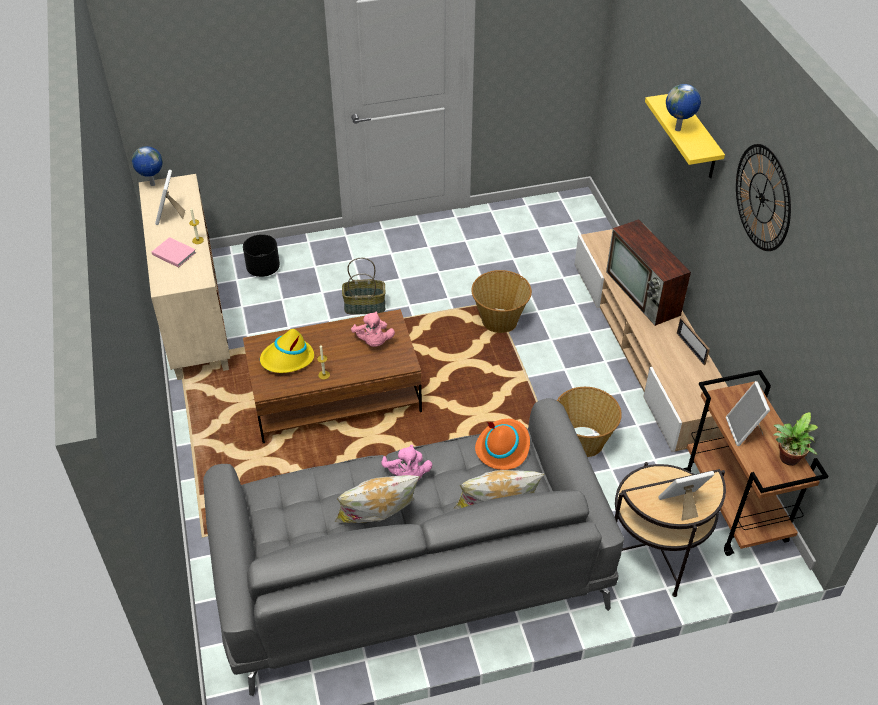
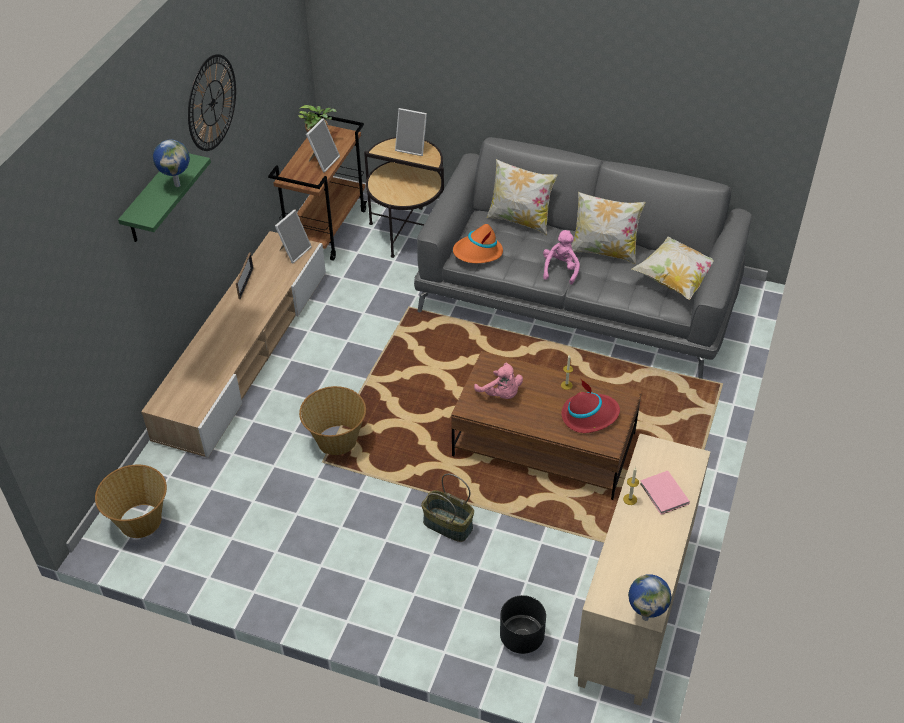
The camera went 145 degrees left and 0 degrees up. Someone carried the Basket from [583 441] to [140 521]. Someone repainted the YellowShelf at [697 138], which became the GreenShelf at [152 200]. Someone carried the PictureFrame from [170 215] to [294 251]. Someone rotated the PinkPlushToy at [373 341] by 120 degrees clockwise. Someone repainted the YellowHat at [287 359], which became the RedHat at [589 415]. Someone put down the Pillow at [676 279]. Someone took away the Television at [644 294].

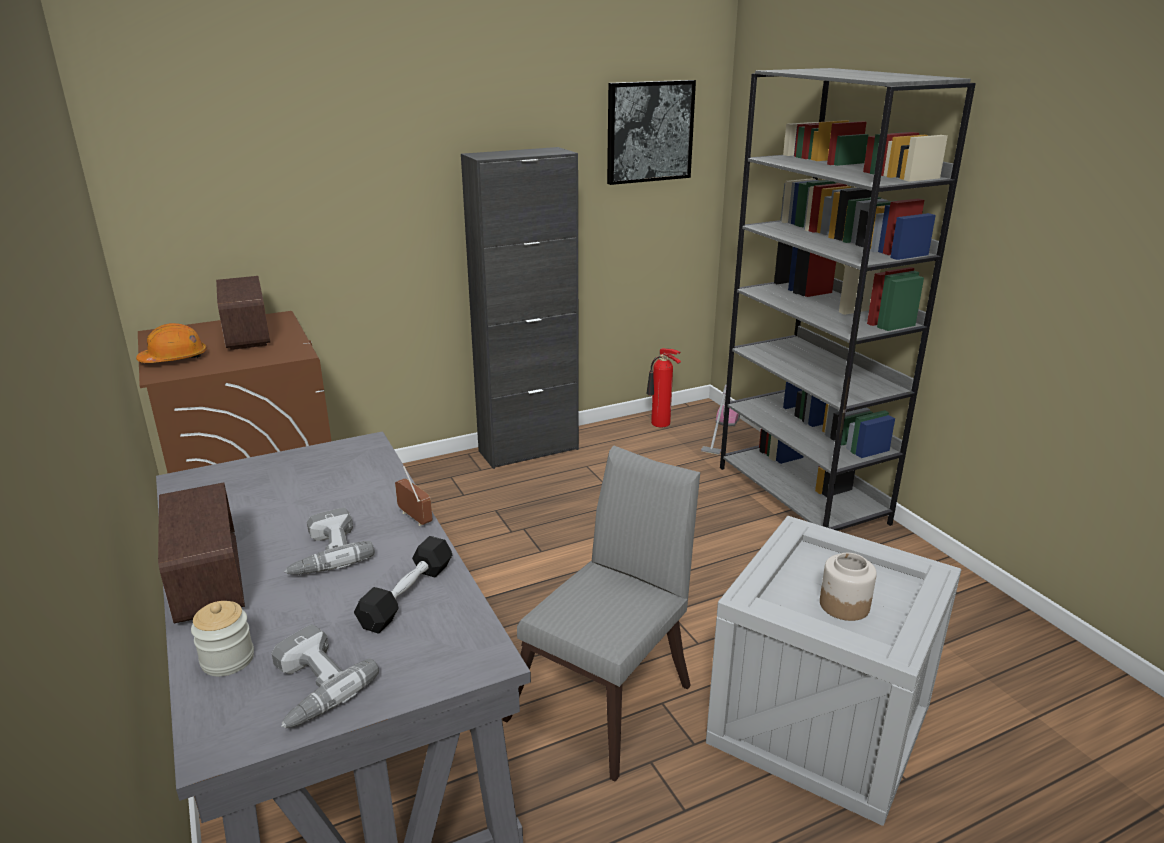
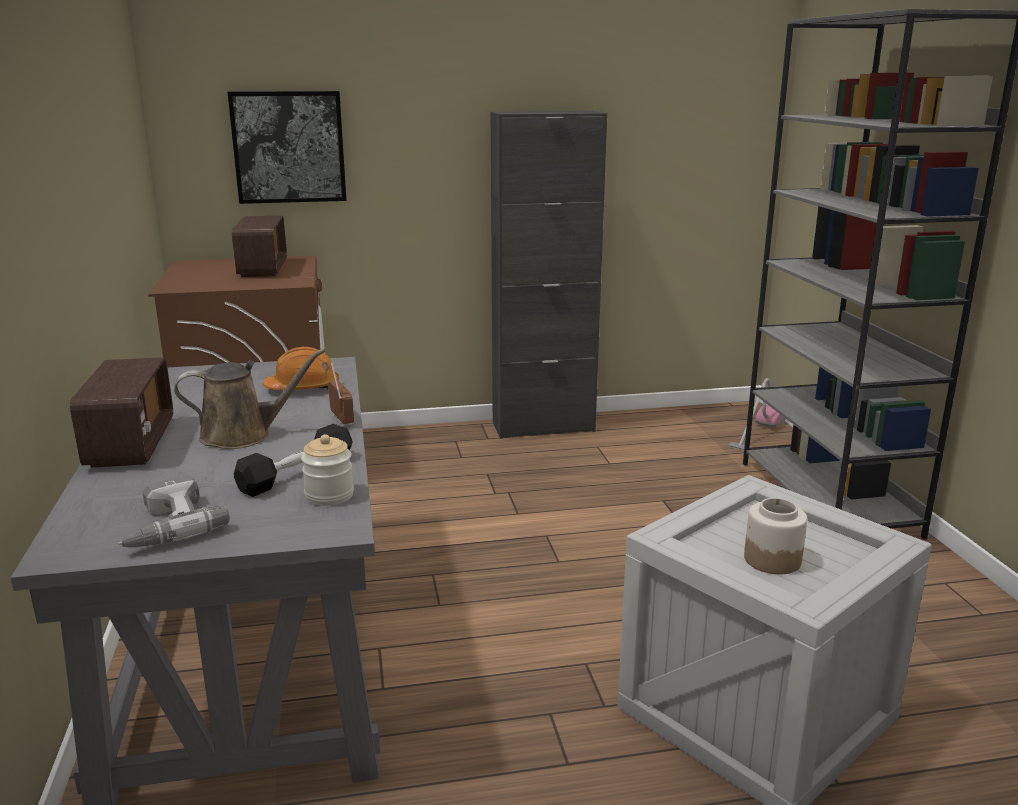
The camera went 15 degrees right and 5 degrees down. Someone swapped the PowerDrill at [324 553] for the BrownWateringCan at [243 435]. Someone carried the Picture from [649 131] to [289 147]. Someone carried the OrangeHardHat from [174 359] to [303 387]. Someone carried the Jar from [227 659] to [329 495]. Someone took away the GreyChair at [608 696]. Someone took away the FireExtinguisher at [660 424].

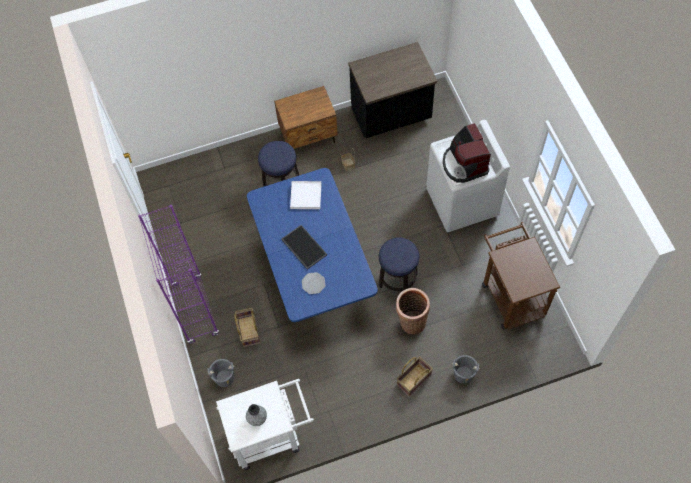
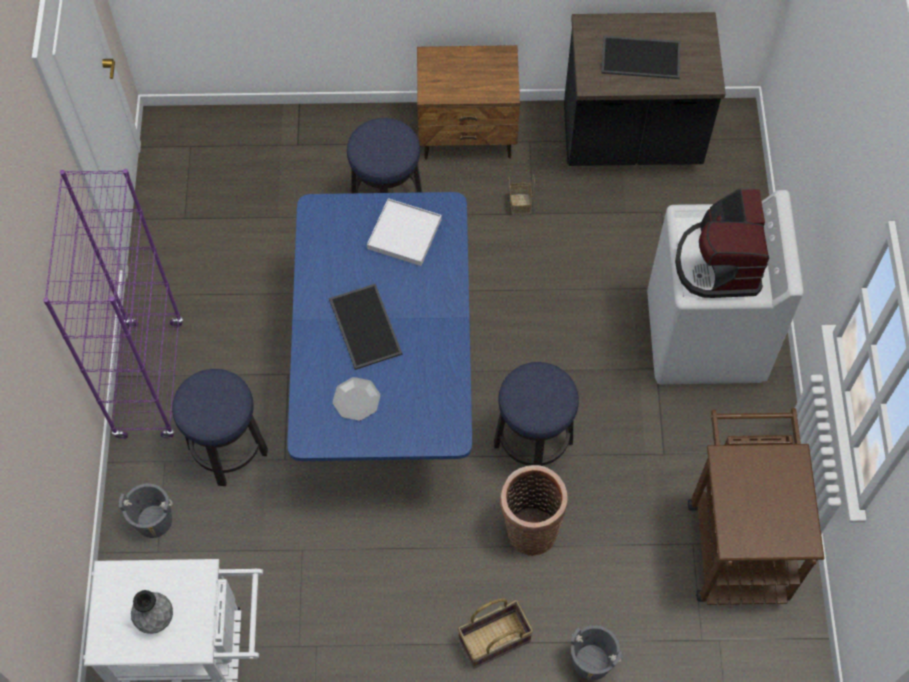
The camera went 15 degrees right and 0 degrees up. Someone swapped the Basket at [248 331] for the Stool at [228 449]. Someone put down the Tray at [641 57].

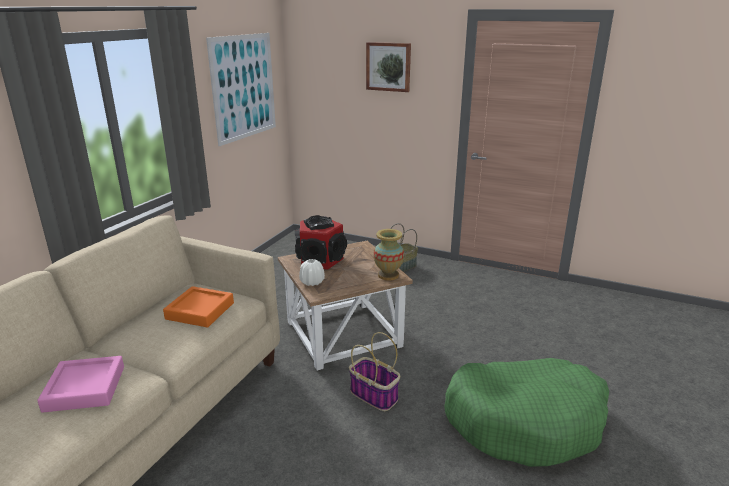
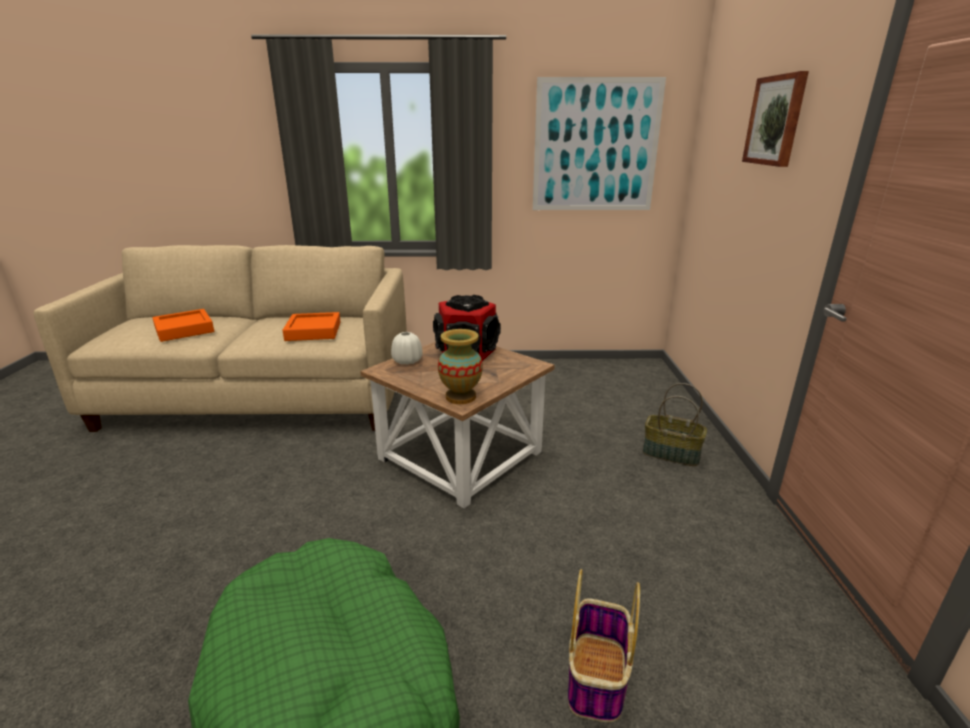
The camera went 65 degrees right and 0 degrees up. Someone repainted the PinkTray at [85 388], which became the OrangeTray at [184 330]. Someone carried the Basket from [375 395] to [597 678].

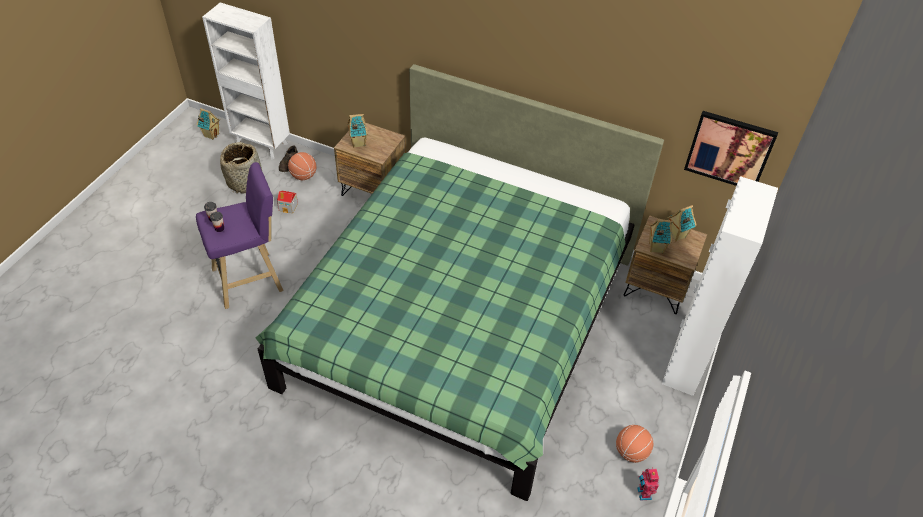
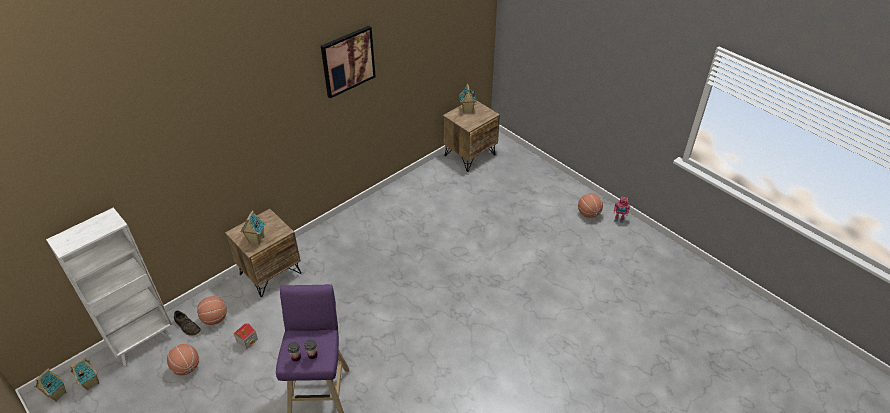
The camera went 65 degrees left and 5 degrees down. Someone carried the ToyHouse from [655 247] to [56 394]. Someone swapped the Basket at [245 182] for the Basketball at [186 367]. Someone carried the Picture from [729 150] to [348 61]. Someone took away the GreenBed at [460 321]. Someone took away the WhiteCabinet at [686 363].

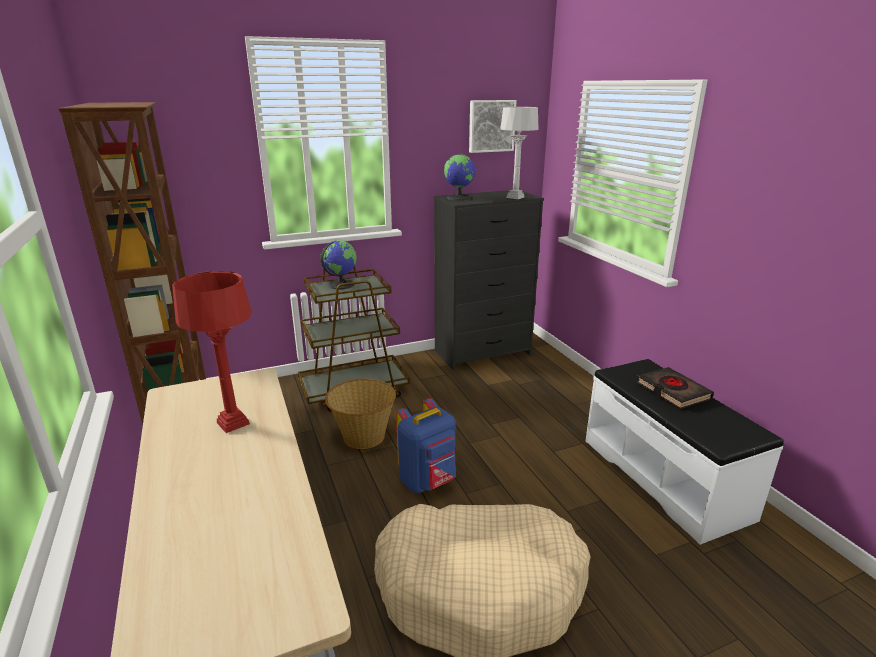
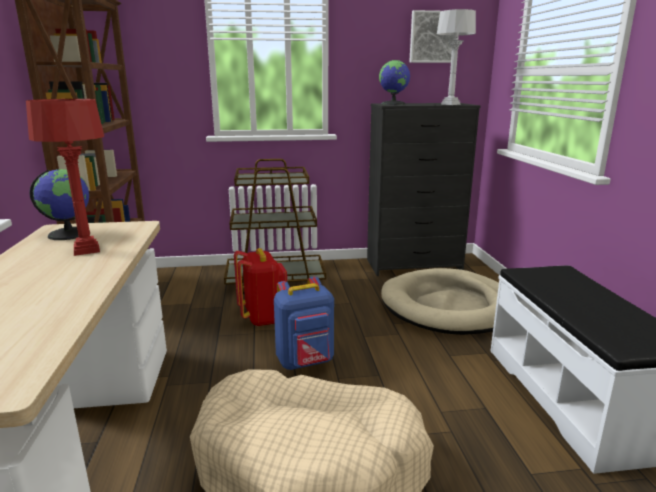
The camera went 15 degrees right and 5 degrees down. Someone carried the Globe from [341 284] to [69 234]. Someone swapped the Basket at [363 437] for the RedBackpack at [263 318]. Someone put down the BeigeDogBed at [450 307]. Someone took away the BlackBook at [672 391].

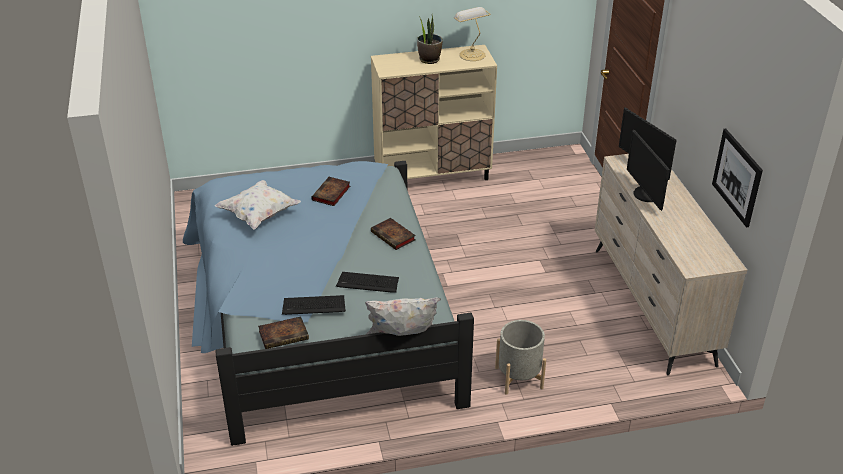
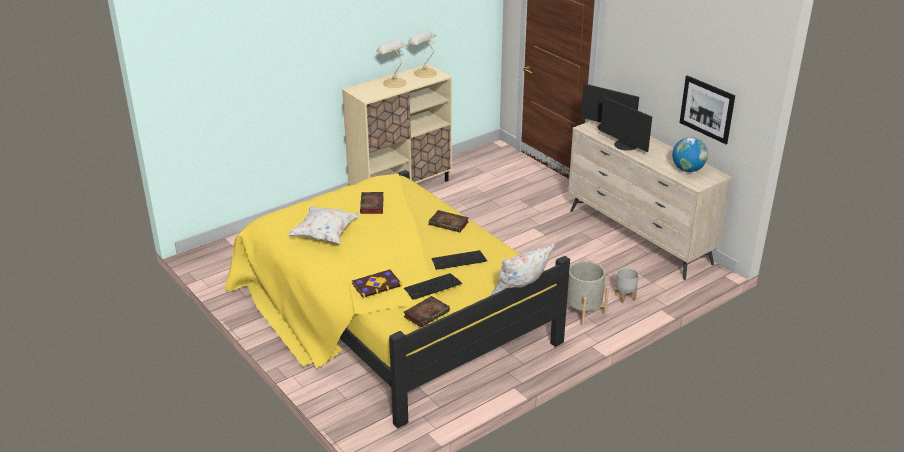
The camera went 25 degrees left and 5 degrees down. Someone repainted the BlueBed at [318 315], which became the YellowBed at [391 313]. Someone put down the Book at [376 284]. Someone swapped the PottedPlant at [429 59] for the TableLamp at [393 82]. Someone put down the GreyPlanter at [625 297]. Someone put down the Globe at [688 169].

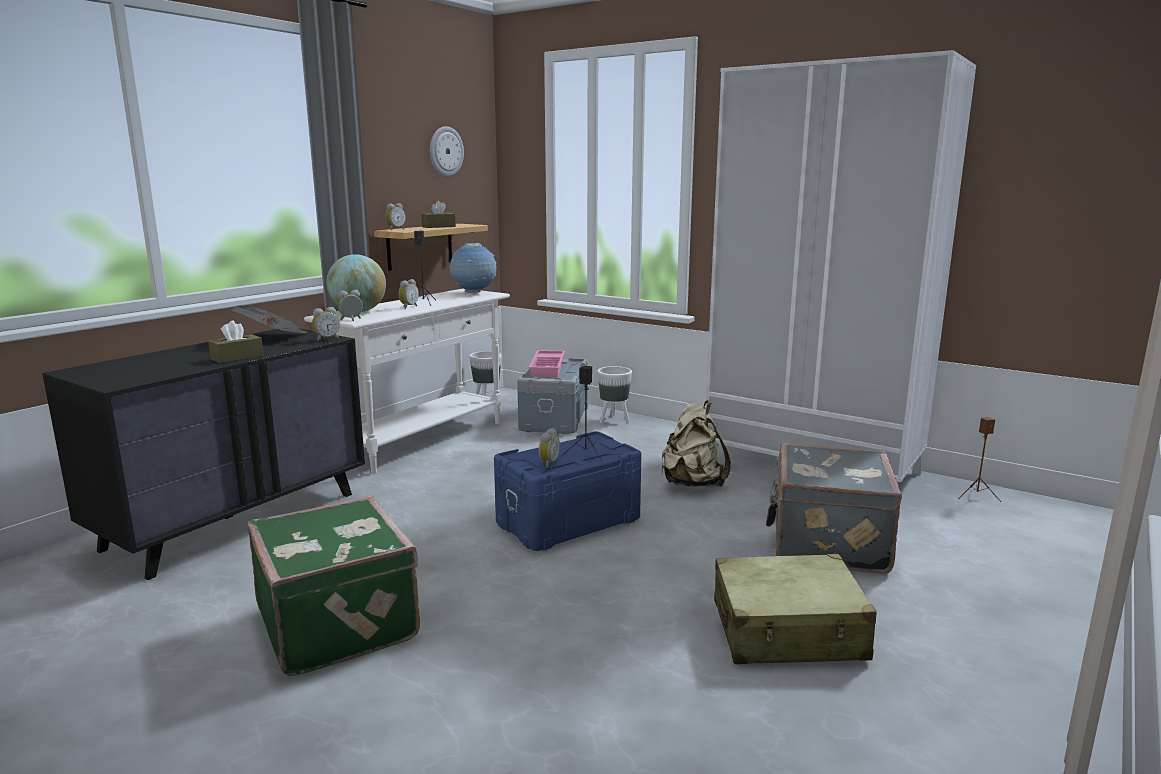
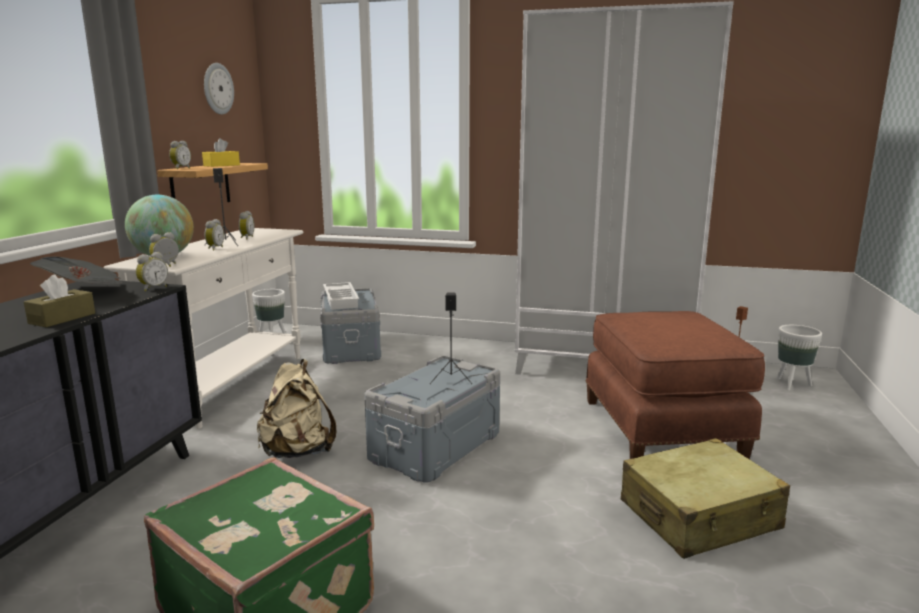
The camera went 20 degrees left and 0 degrees up. Someone repainted the BrownTissueBox at [438 227], which became the YellowTissueBox at [221 165]. Someone carried the AlarmClock from [547 463] to [246 238]. Someone carried the BeigeBackpack from [693 484] to [297 451]. Someone repainted the PinkTray at [548 368], which became the WhiteTray at [342 300]. Someone repainted the BlueStorageBox at [569 522], which became the GreyStorageBox at [437 447]. Someone swapped the GreySuitcase at [826 542] for the BrownOttoman at [663 428]. Someone carried the WhitePlanter from [614 420] to [792 384]. Someone took away the Globe at [474 293].

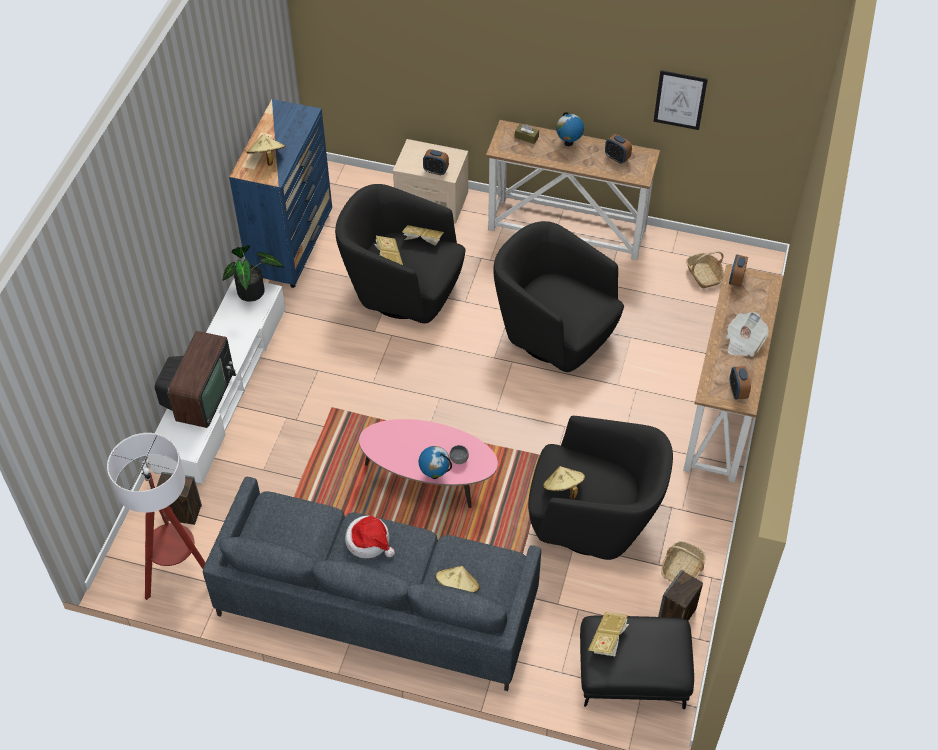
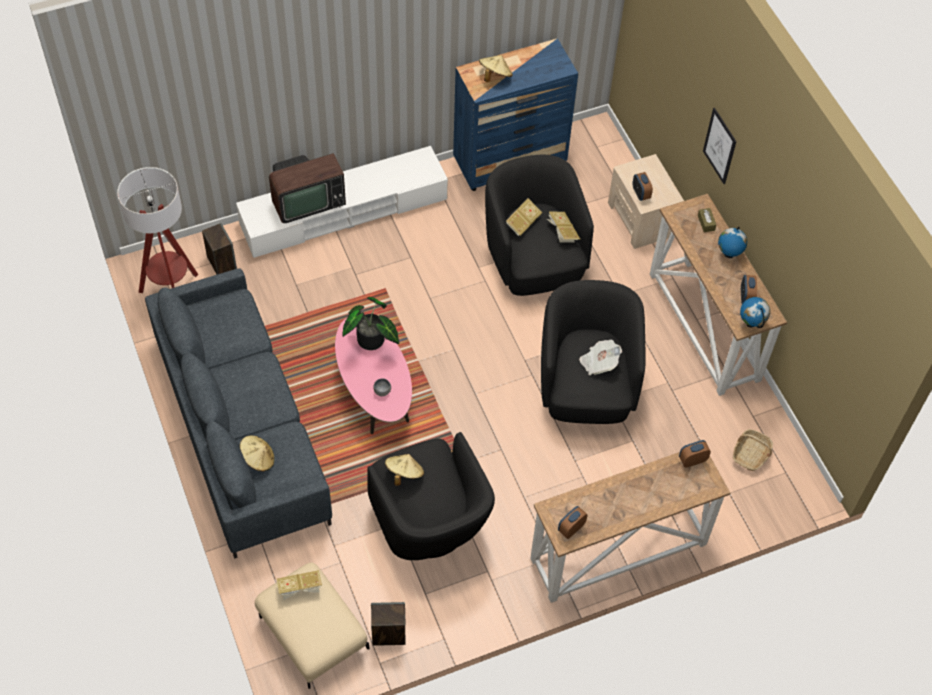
The camera went 50 degrees right and 5 degrees up. Someone repainted the BlackOttoman at [632 674], which became the BeigeOttoman at [312 633]. Someone carried the PottedPlant from [254 292] to [372 342]. Someone carried the Newspaper from [743 342] to [599 362]. Someone carried the Picture from [680 100] to [719 146]. Someone carried the Globe from [434 474] to [751 323]. Someone took away the Hat at [369 541]. Someone took away the Basket at [682 569].

